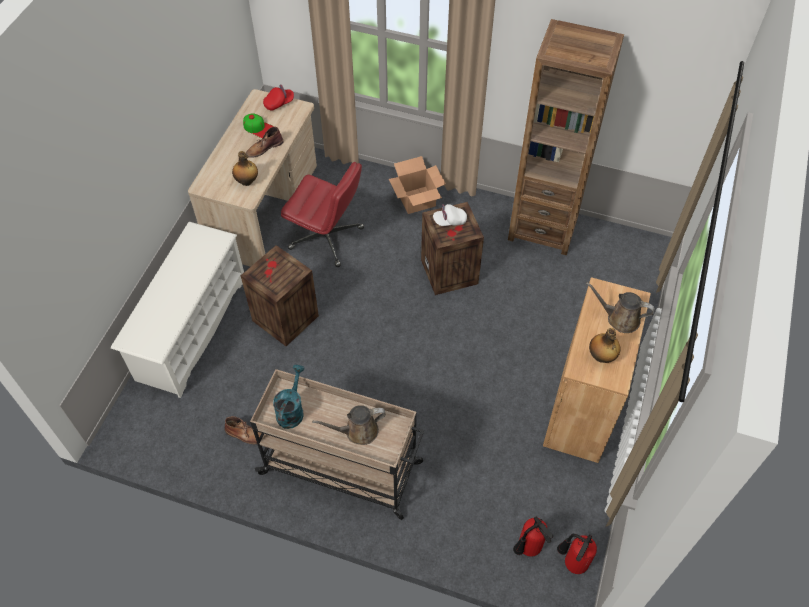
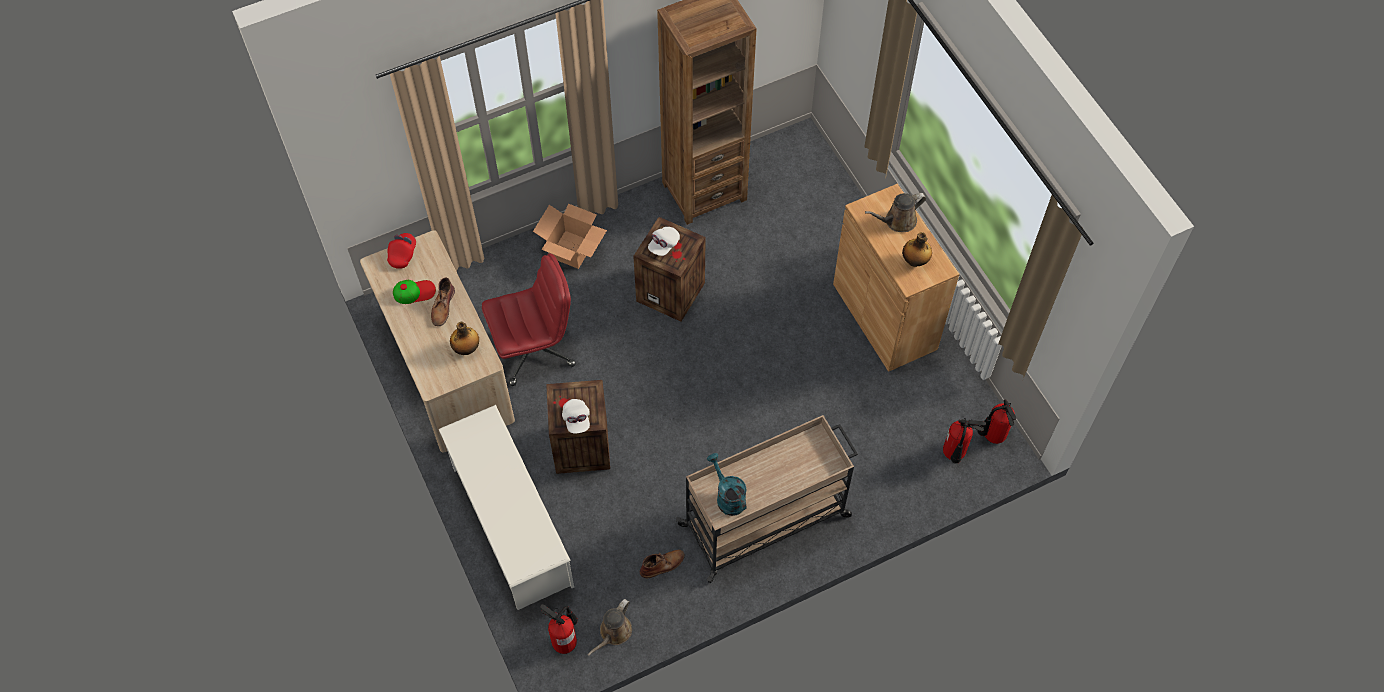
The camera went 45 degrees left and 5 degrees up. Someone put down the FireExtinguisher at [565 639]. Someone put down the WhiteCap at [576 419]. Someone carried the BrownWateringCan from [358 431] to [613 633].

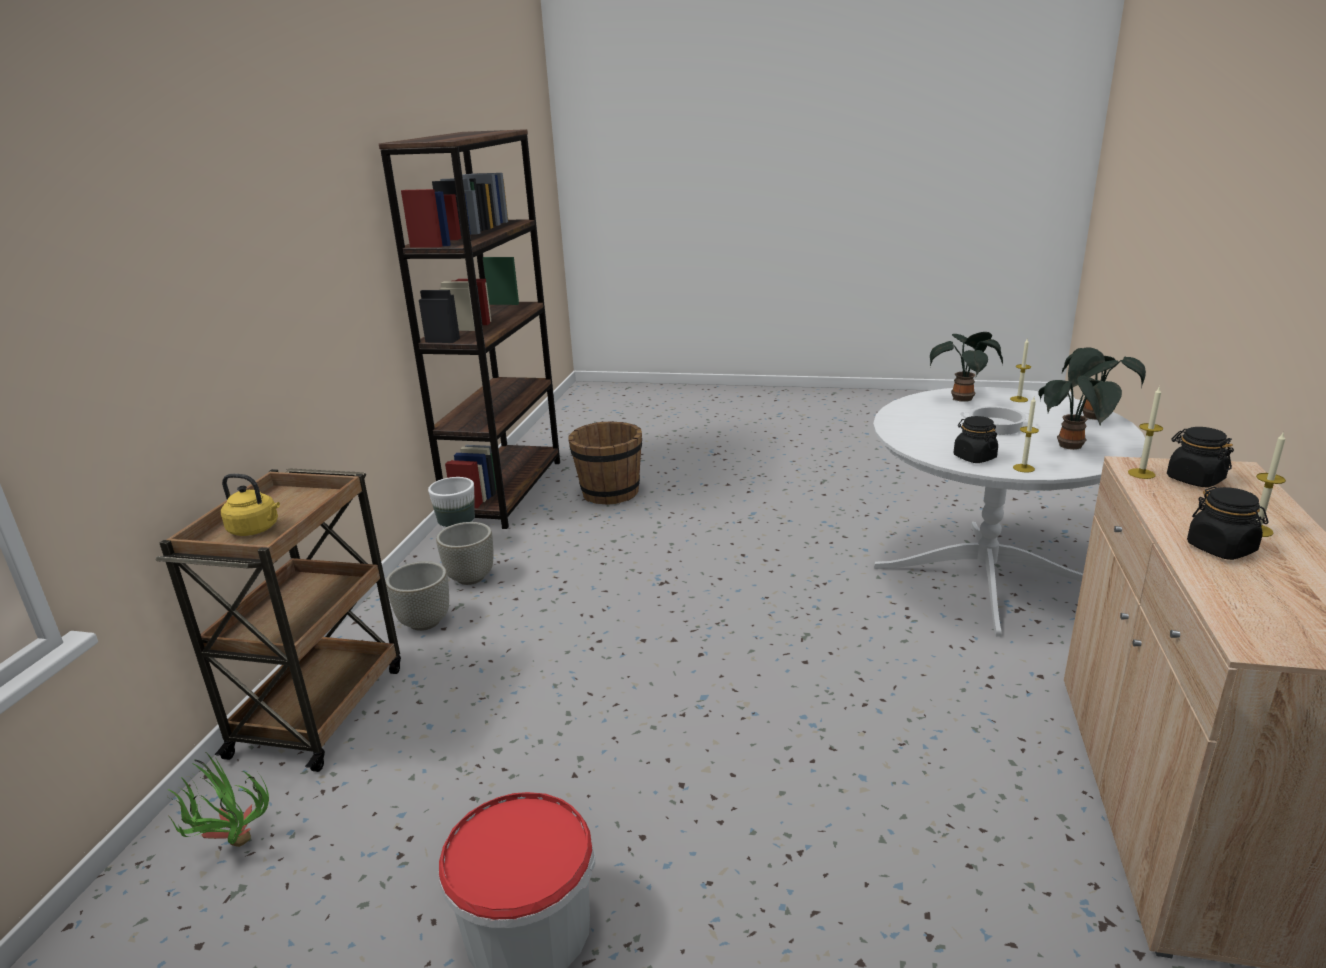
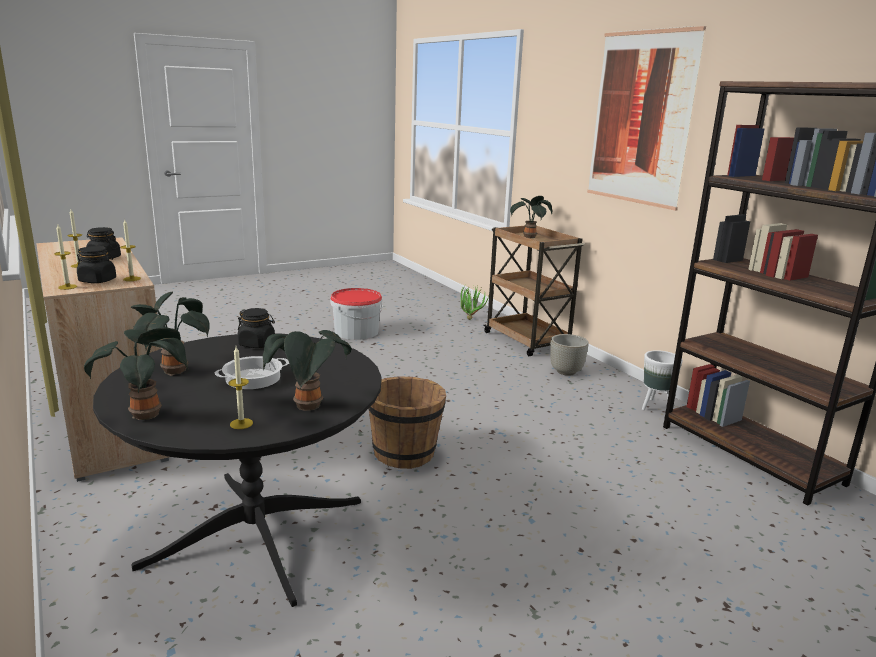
The camera went 135 degrees right and 5 degrees down. Someone carried the Candle from [1023 468] to [67 287]. Someone repainted the WhiteDiningTable at [984 575], which became the BlackDiningTable at [255 533]. Someone carried the BrownBucket from [609 493] to [405 453]. Someone swapped the YellowKettle at [256 529] for the PottedPlant at [529 237]. Someone put up the Picture at [641 118]. Someone took away the GreyPlanter at [470 577].

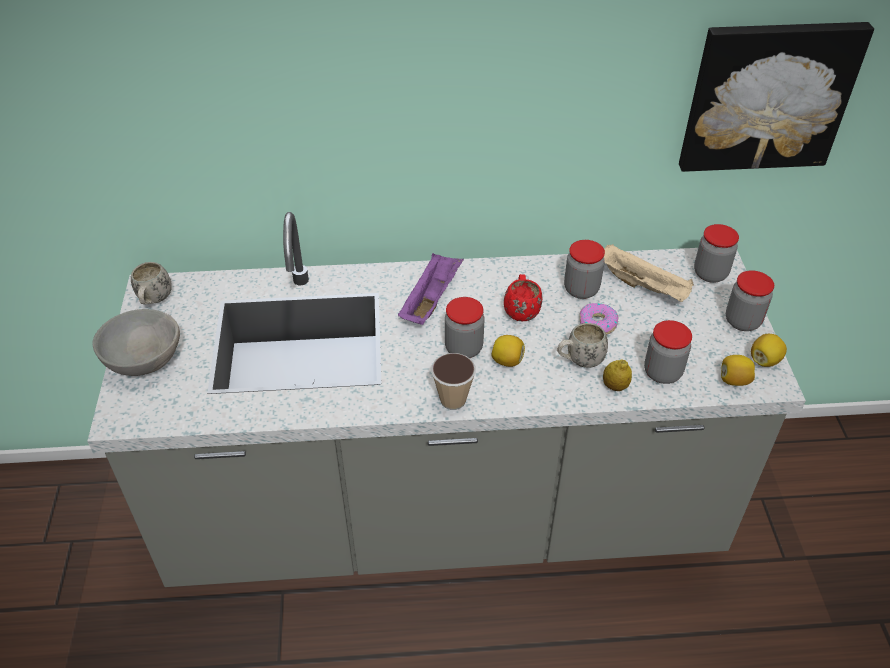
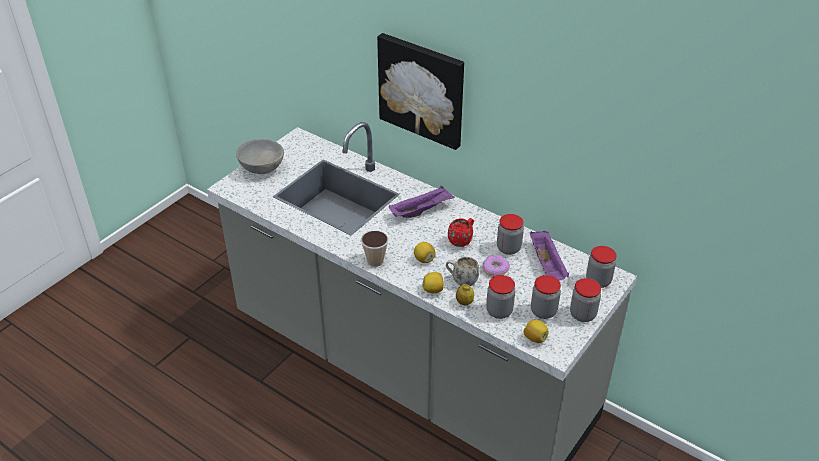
The camera went 40 degrees right and 5 degrees down. Someone carried the Picture from [767 96] to [422 89]. Someone carried the Lemon from [764 360] to [433 290]. Someone repainted the BeigeTray at [643 286], which became the PurpleTray at [547 265]. Someone carried the Jar from [463 348] to [543 311]. Someone took away the WhiteMug at [154 301].

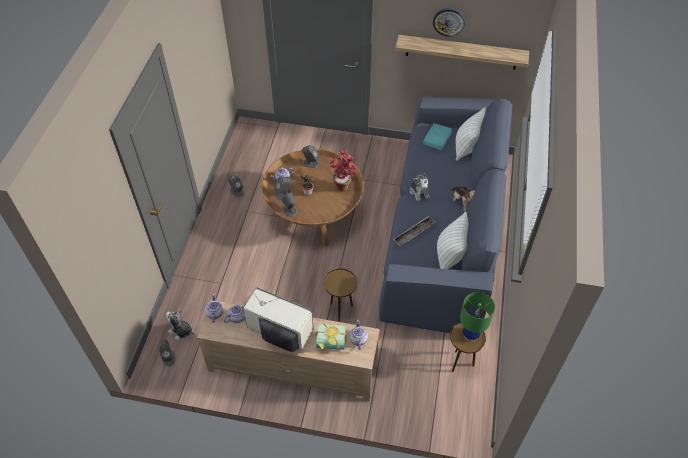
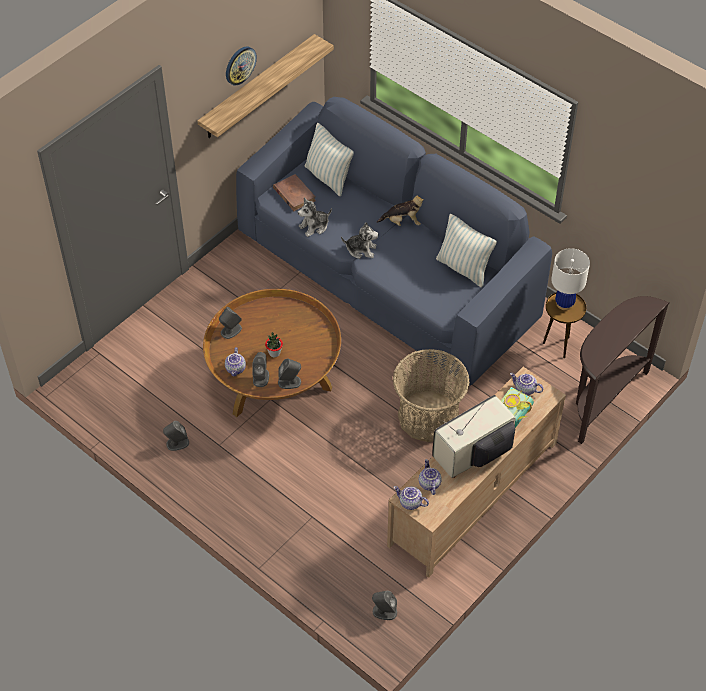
The camera went 60 degrees left and 0 degrees up. Someone repainted the TurquoiseBook at [437 137], which became the BrownBook at [294 194]. Someone carried the PlushToy from [181 331] to [314 226]. Someone swapped the BrownSideTable at [340 310] for the Basket at [428 416]. Someone repainted the GreenTableLamp at [470 335], which became the WhiteTableLamp at [564 303]. Someone put down the BrownConsoleTable at [602 399]. Someone took away the PottedPlant at [343 184]. Someone took away the Tray at [414 233].

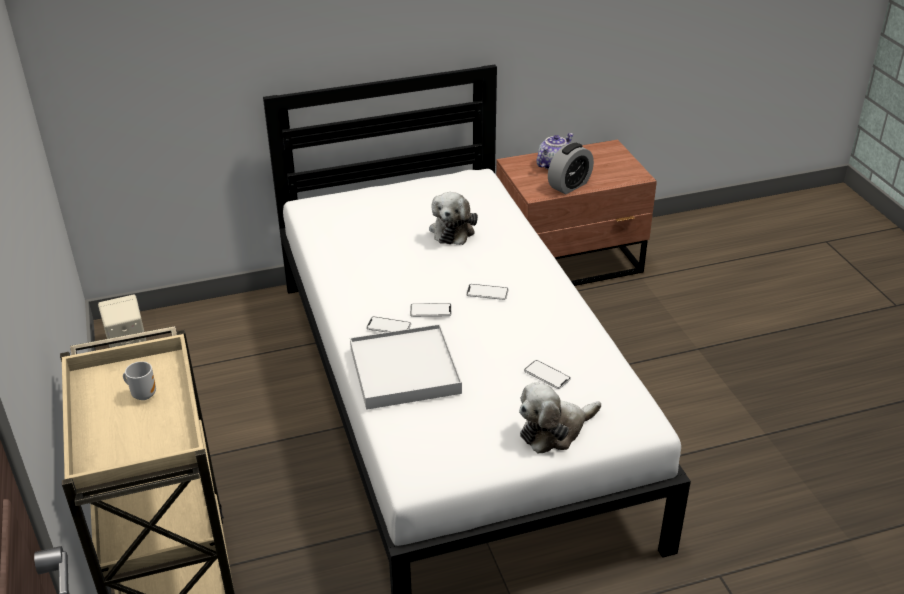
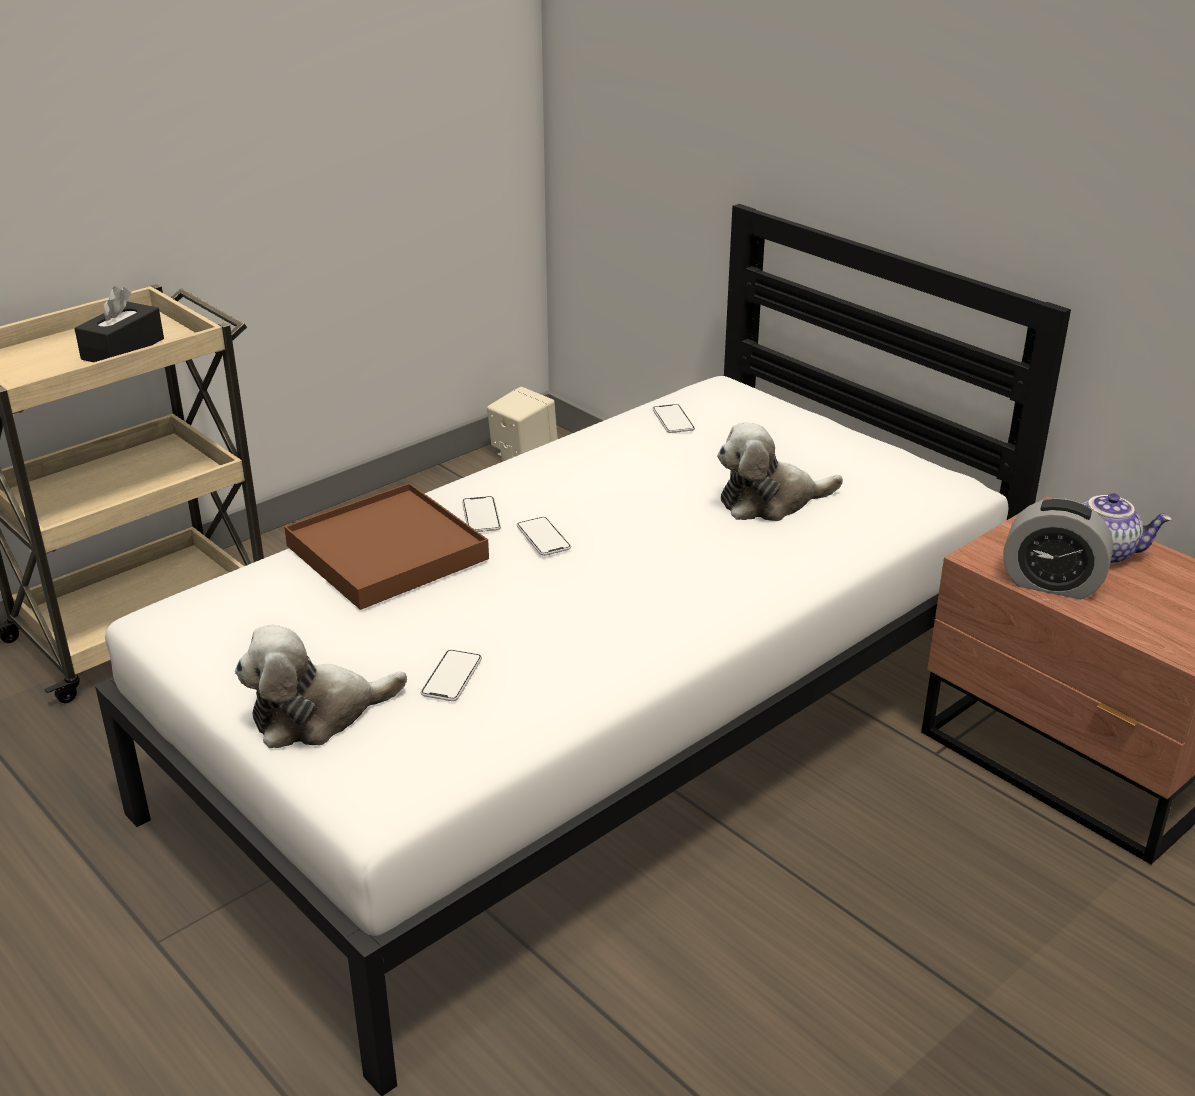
The camera went 65 degrees right and 5 degrees down. Someone swapped the Mug at [143 394] for the BlackTissueBox at [123 349]. Someone rotated the PlushToy at [554 430] by 60 degrees counterclockwise. Someone repainted the WhiteTray at [404 370], which became the BrownTray at [387 552]. Someone carried the Phone from [487 292] to [673 420].

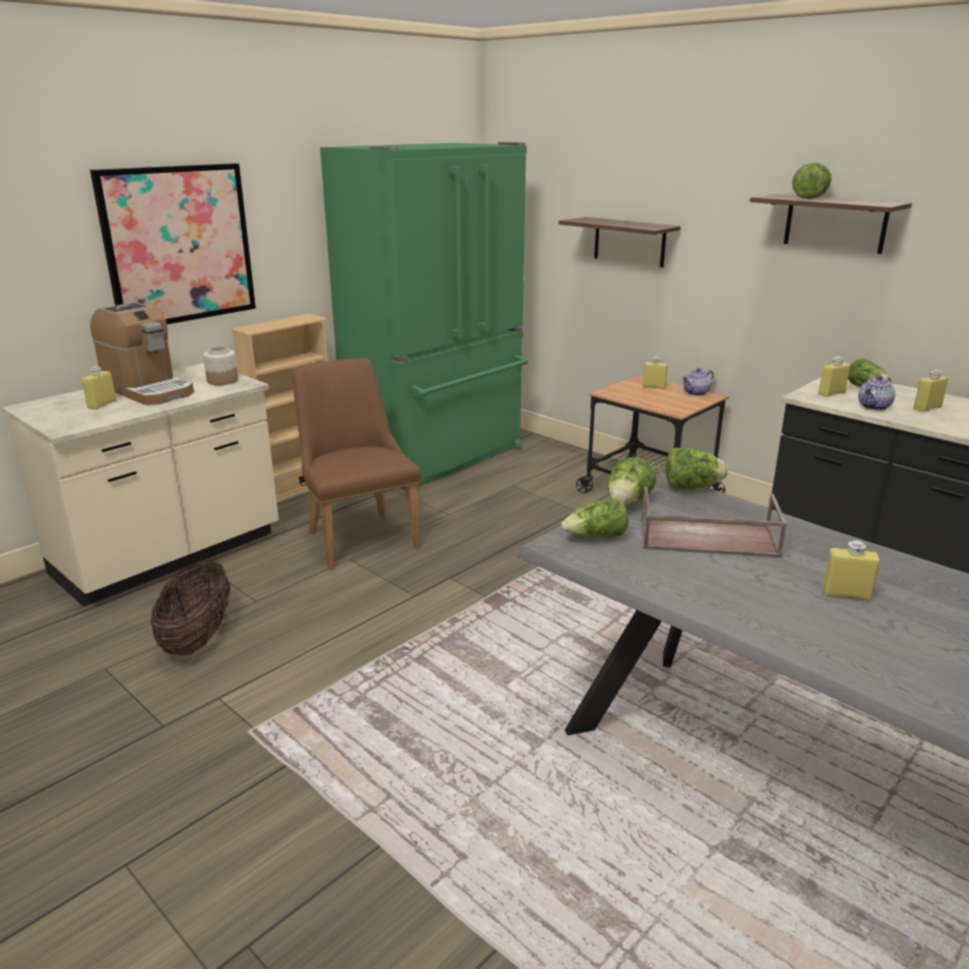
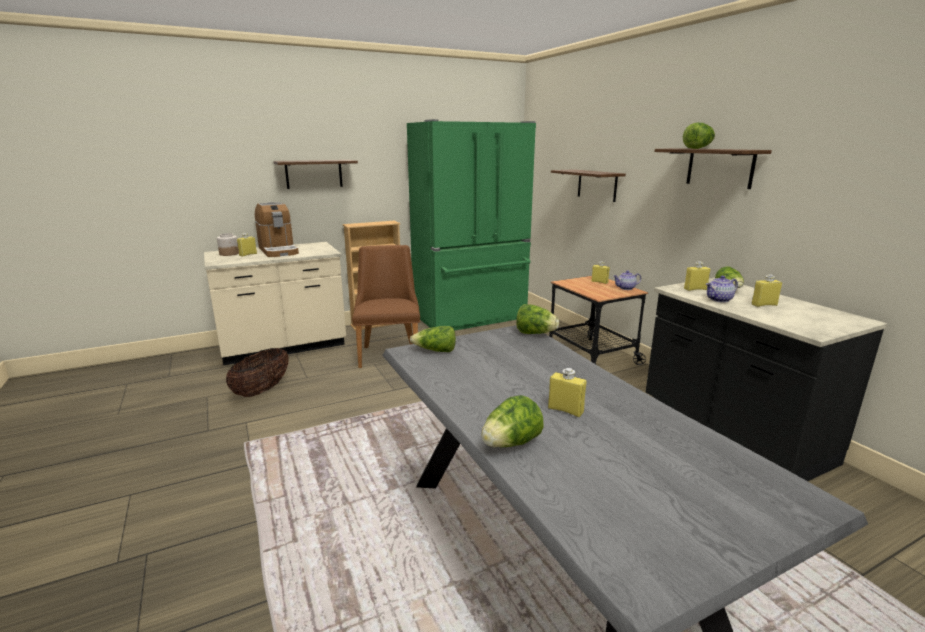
The camera went 20 degrees right and 5 degrees down. Someone carried the Jar from [222 381] to [229 254]. Someone swapped the Picture at [179 245] for the Shelf at [314 174]. Someone carried the Lettuce from [628 503] to [511 444]. Someone took away the BrownTray at [706 538].

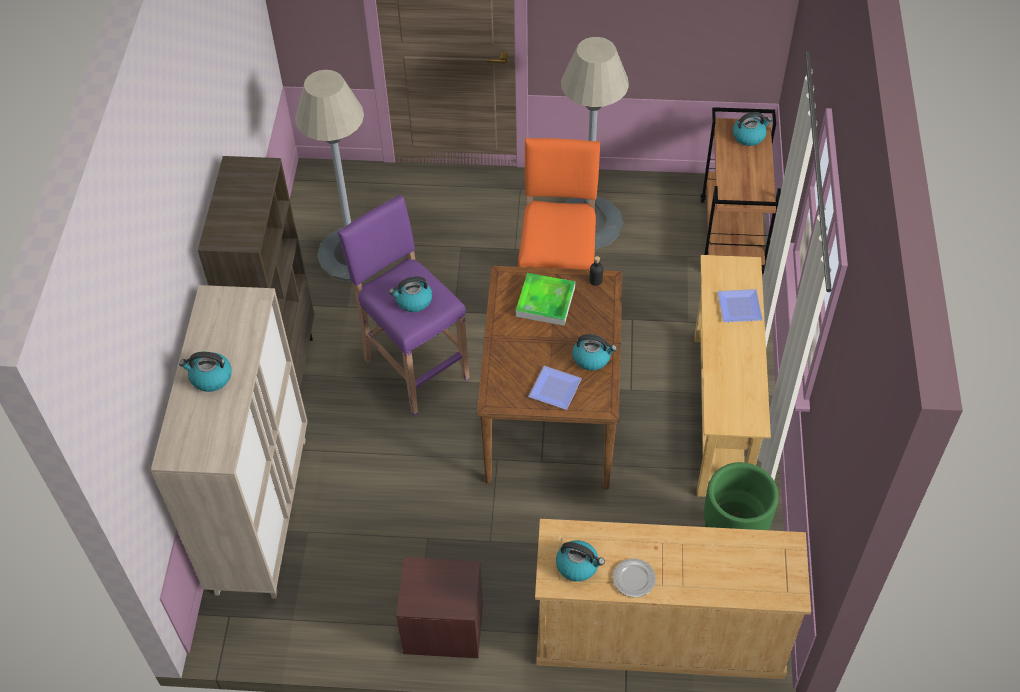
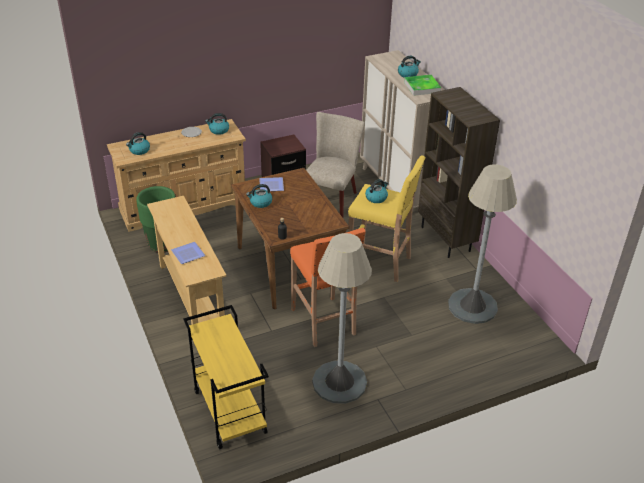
The camera went 150 degrees right and 15 degrees down. Someone carried the Kettle from [749 136] to [139 150]. Someone repainted the BrownCart at [732 236], which became the YellowCart at [229 411]. Someone put down the BeigeChair at [331 198]. Someone repainted the PurpleStool at [414 368], which became the YellowStool at [380 263]. Someone carried the Tray from [545 302] to [422 87].

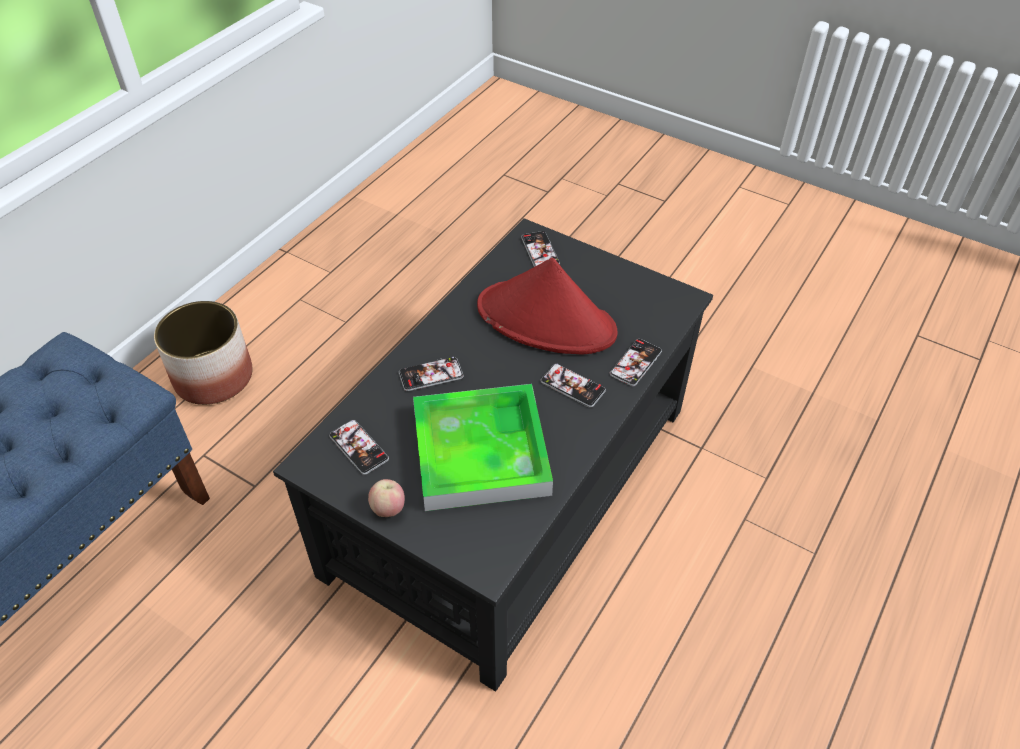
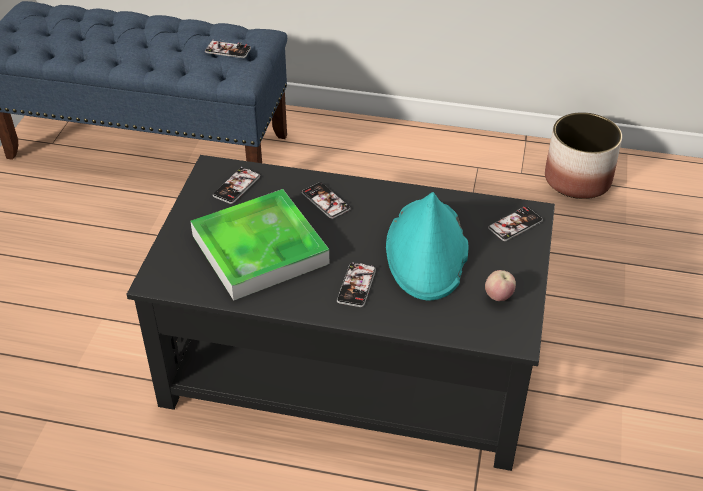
The camera went 70 degrees right and 5 degrees down. Someone carried the Phone from [635 363] to [228 50]. Someone repainted the RedHat at [547 320], which became the TurquoiseHat at [427 251]. Someone carried the Apple from [388 509] to [498 296]. Someone carried the Planter from [214 377] to [578 180].

